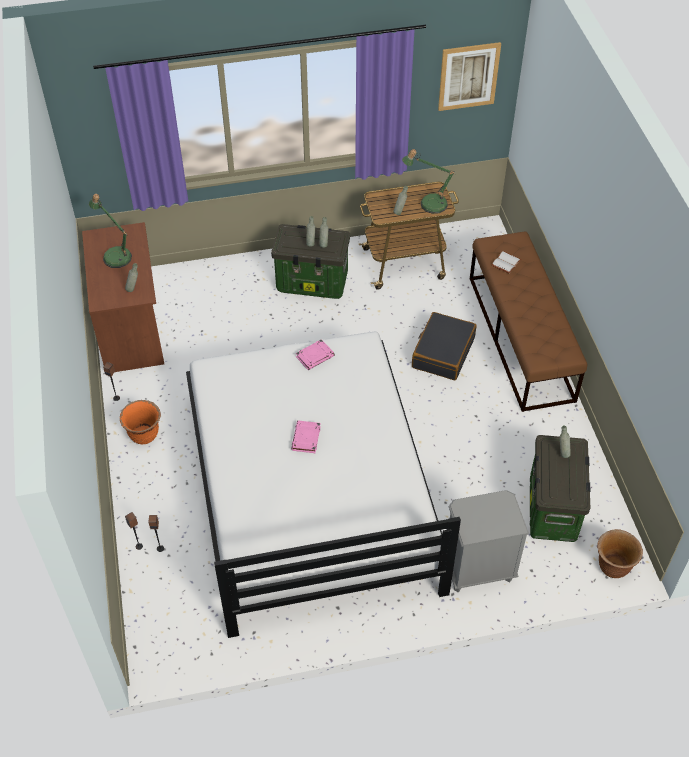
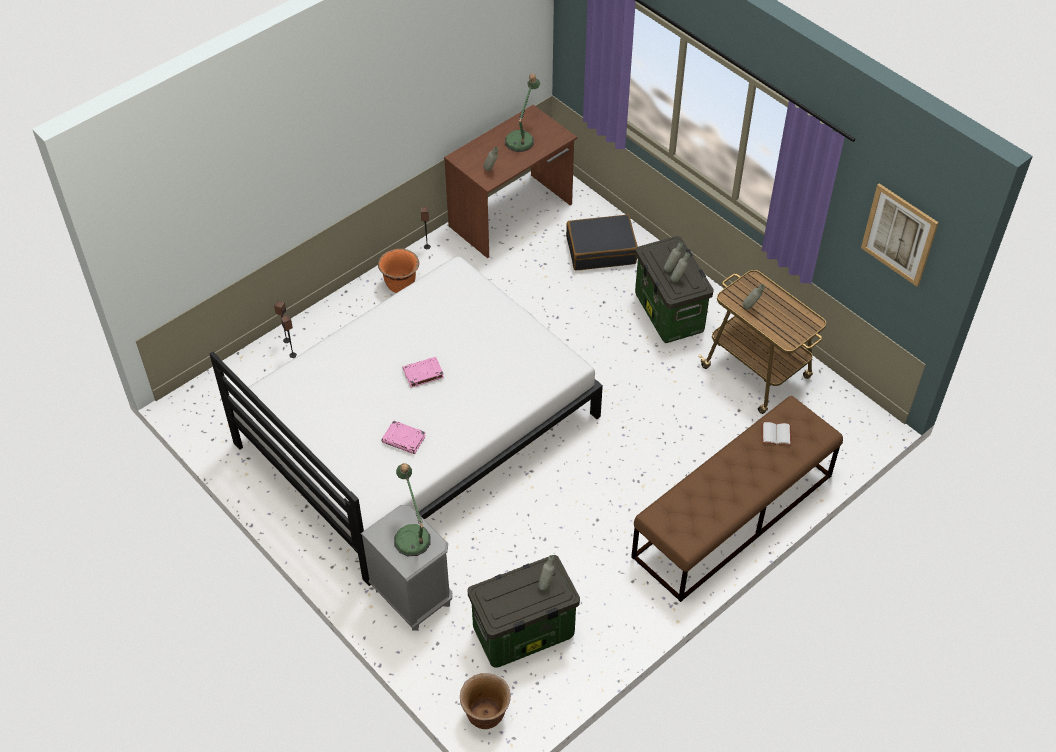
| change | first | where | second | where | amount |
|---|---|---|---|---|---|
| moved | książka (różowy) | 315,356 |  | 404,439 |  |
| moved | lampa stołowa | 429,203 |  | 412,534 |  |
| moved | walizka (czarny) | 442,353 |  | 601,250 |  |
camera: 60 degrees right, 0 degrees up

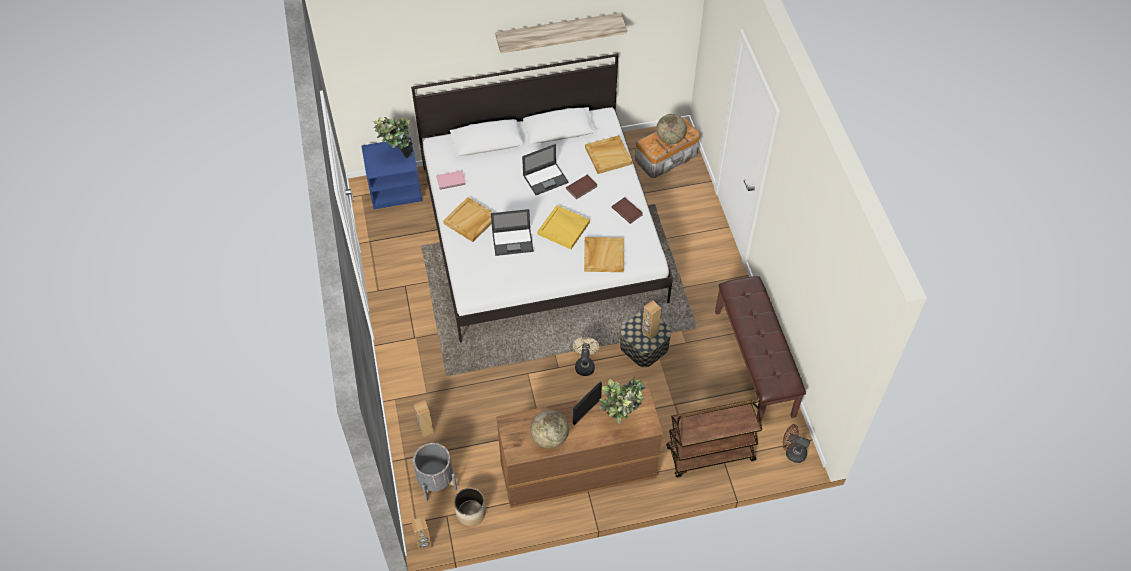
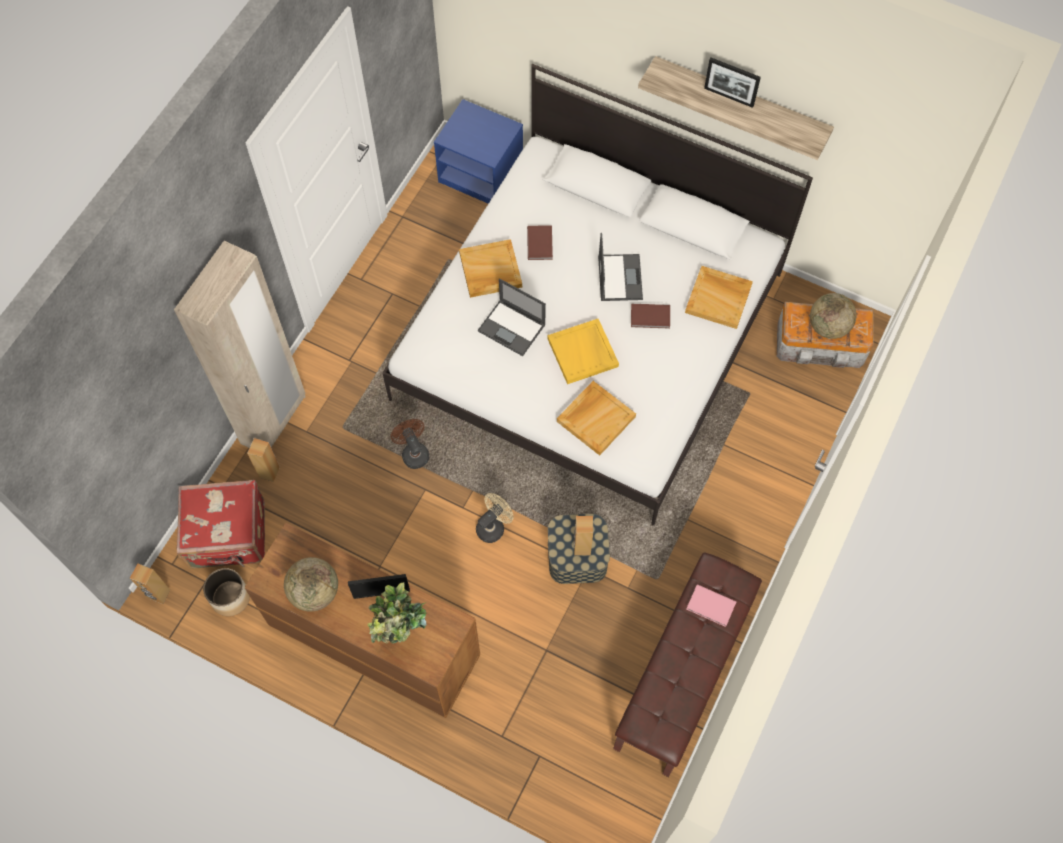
| change | first | where | second | where | amount |
|---|---|---|---|---|---|
| removed | roślina doniczkowa | 399,159 |  |  |  |
| replaced | donica (szary) | 436,481 | walizka (czerwony) | 229,536 |  |
| moved | książka (różowy) | 451,181 |  | 711,607 |  |
| turned | laptop | 546,178 |  | 619,277 | 105 degrees counterclockwise |
| moved | książka (brązowy) | 627,210 |  | 540,243 |  |
| removed | wózek (brązowy) | 709,455 |  |  |  |
| moved | wentylator (brązowy) | 792,452 |  | 413,452 |  |
| added |  |  | szafa (beżowy) | 274,420 |  |
| added |  |  | ramka na zdjęcie | 728,97 |  |
camera: 40 degrees right, 10 degrees up

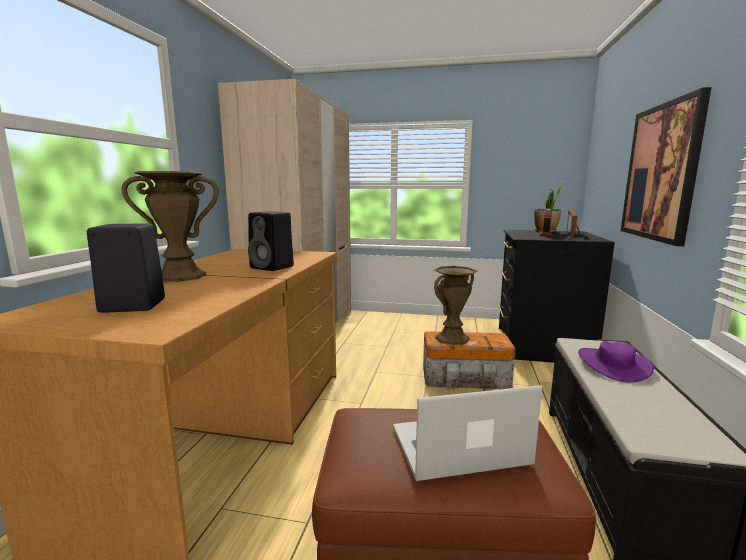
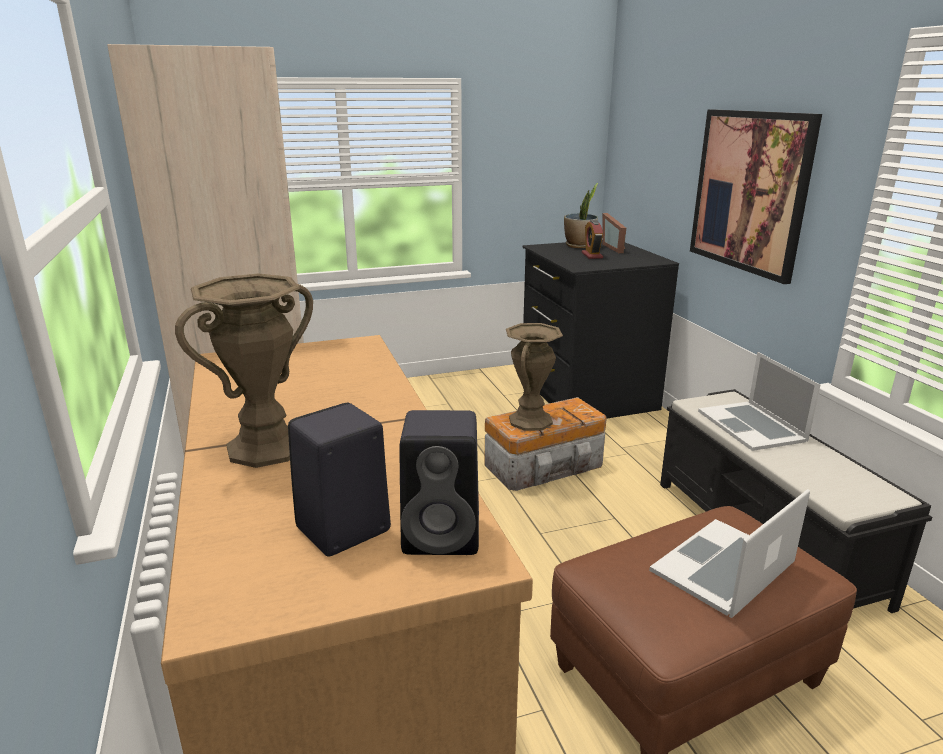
| change | first | where | second | where | amount |
|---|---|---|---|---|---|
| moved | głośnik (czarny) | 273,267 |  | 444,534 |  |
| replaced | kapelusz (fioletowy) | 613,365 | laptop | 751,426 |  |
camera: 30 degrees left, 10 degrees up

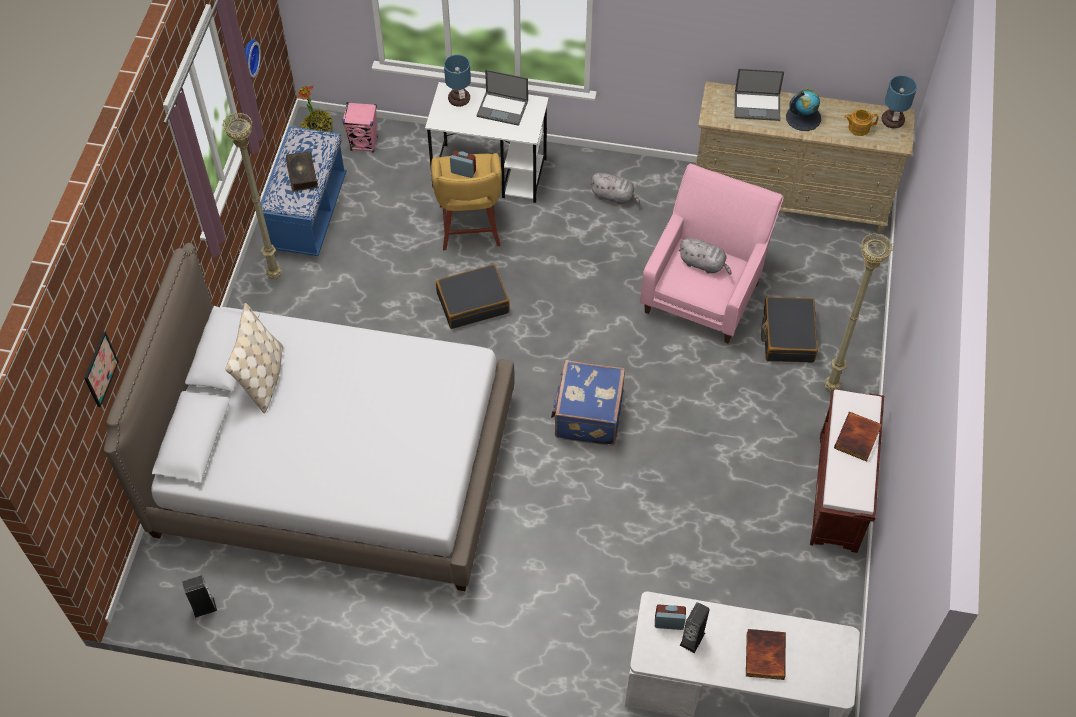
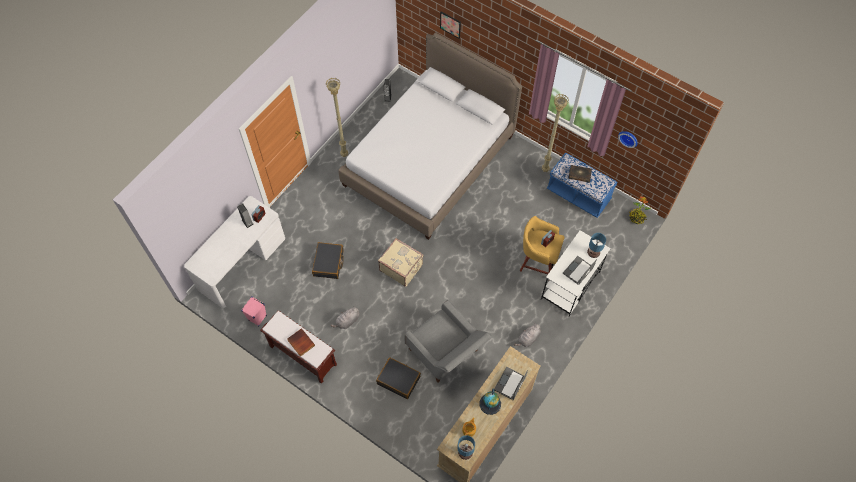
| change | first | where | second | where | amount |
|---|---|---|---|---|---|
| removed | poduszka (beżowy) | 263,378 |  |  |  |
| moved | głośnik (różowy) | 364,144 |  | 257,318 |  |
| moved | walizka (czarny) | 473,302 |  | 328,263 |  |
| recoloured | walizka (niebieski) | 587,415 | walizka (beżowy) | 401,267 |  |
| recoloured | fotel (różowy) | 704,290 | fotel (szary) | 446,353 |  |
| moved | pluszak (szary) | 704,264 |  | 347,321 |  |
| removed | książka | 764,655 |  |  |  |
| moved | lampa stojąca (beżowy) | 832,388 |  | 344,155 |  |
camera: 115 degrees right, 5 degrees up

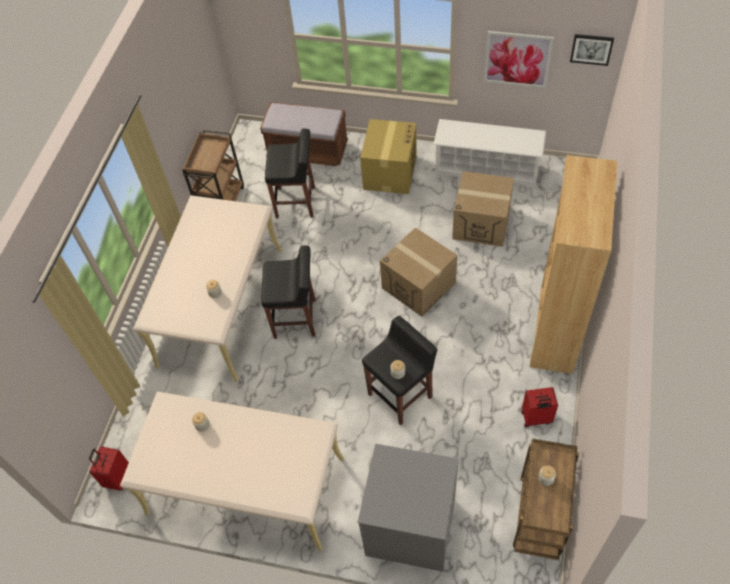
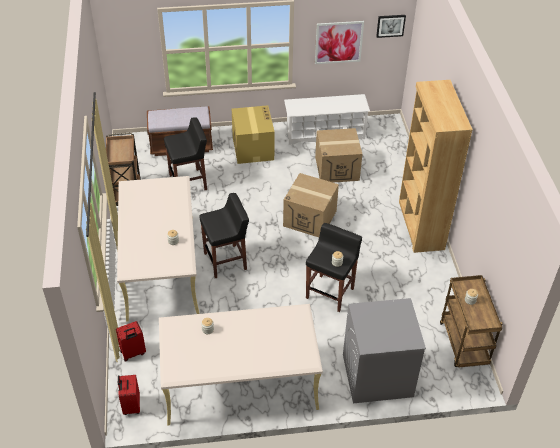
| change | first | where | second | where | amount |
|---|---|---|---|---|---|
| moved | walizka (czerwony) | 536,418 |  | 133,353 |  |
camera: 25 degrees left, 10 degrees down

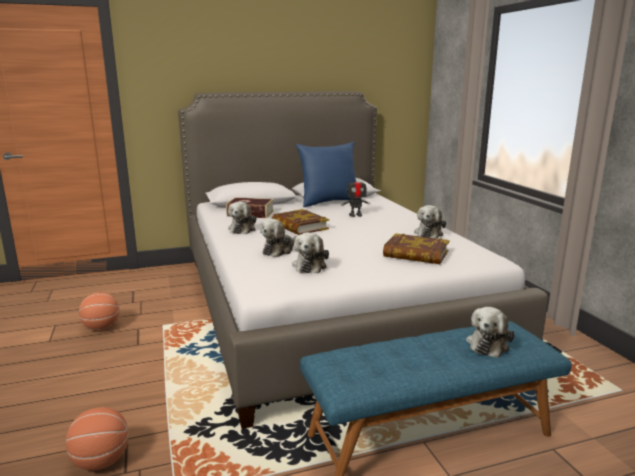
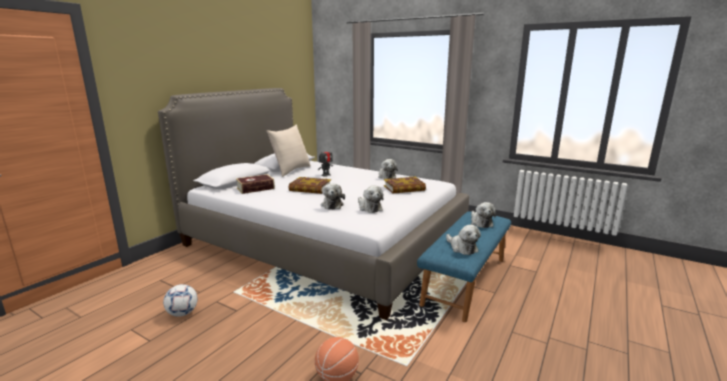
| change | first | where | second | where | amount |
|---|---|---|---|---|---|
| replaced | piłka do koszykówki | 101,328 | piłka futbolowa | 182,313 |  |
| moved | pluszak | 243,229 |  | 462,248 |  |
| recoloured | poduszka (niebieski) | 329,202 | poduszka (beżowy) | 291,170 |  |
camera: 40 degrees left, 0 degrees up

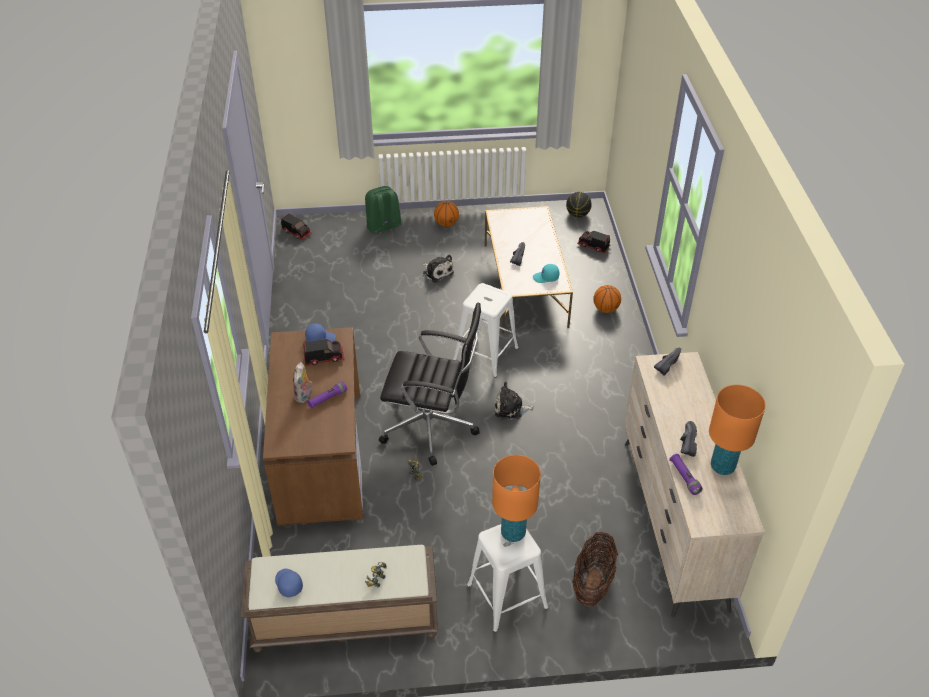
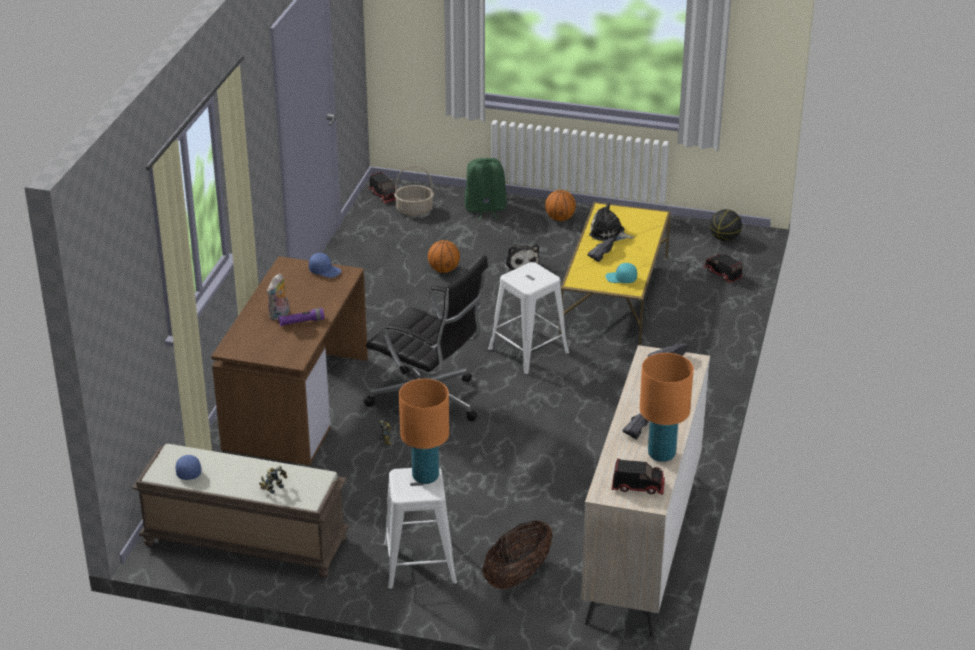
| change | first | where | second | where | amount |
|---|---|---|---|---|---|
| moved | ciężarówka zabawkowa | 324,357 |  | 638,486 |  |
| recoloured | ława (biały) | 525,285 | ława (żółty) | 615,295 |  |
| moved | pluszak | 511,408 |  | 609,234 |  |
| moved | piłka do koszykówki | 606,309 |  | 444,270 |  |
| removed | latarka (fioletowy) | 684,477 |  |  |  |
| added |  |  | koszyk | 414,210 |  |
camera: 20 degrees right, 10 degrees down

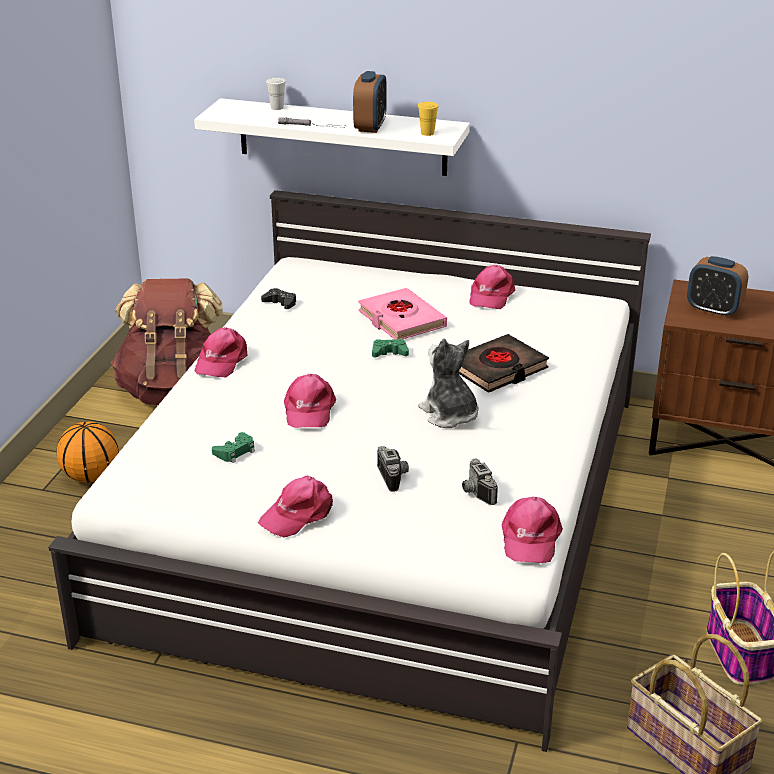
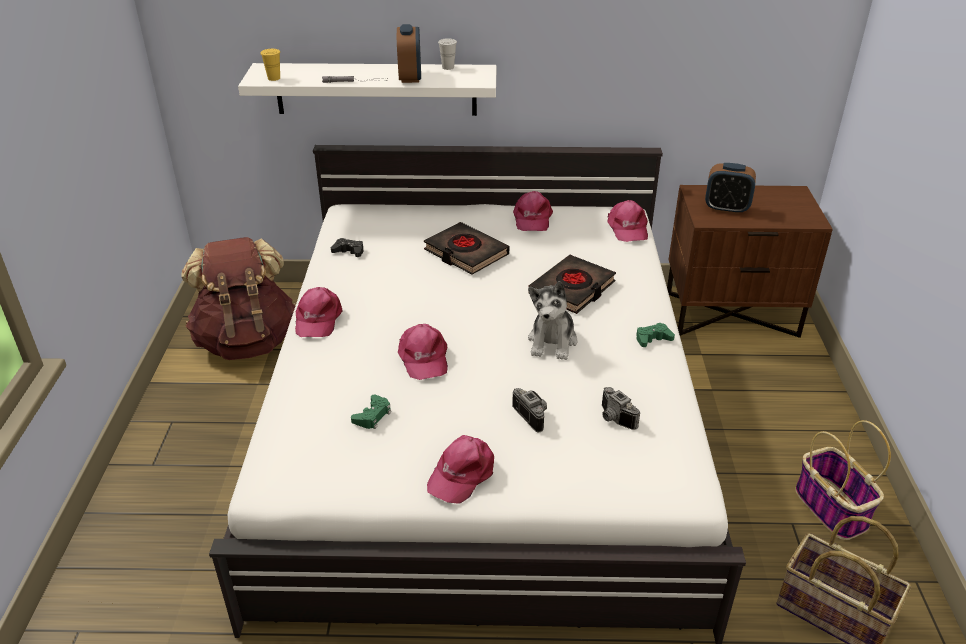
| change | first | where | second | where | amount |
|---|---|---|---|---|---|
| removed | piłka do koszykówki | 91,476 |  |  |  |
| moved | filiżanka (biały) | 277,108 |  | 448,67 |  |
| recoloured | książka (różowy) | 401,320 | książka (czarny) | 466,253 |  |
| moved | pad do gier (zielony) | 389,353 |  | 652,339 |  |
| moved | filiżanka (żółty) | 427,133 |  | 274,78 |  |
| turned | pluszak | 449,415 |  | 552,341 | 120 degrees counterclockwise |
| moved | czapka z daszkiem (różowy) | 530,538 |  | 627,228 |  |
camera: 15 degrees left, 5 degrees up

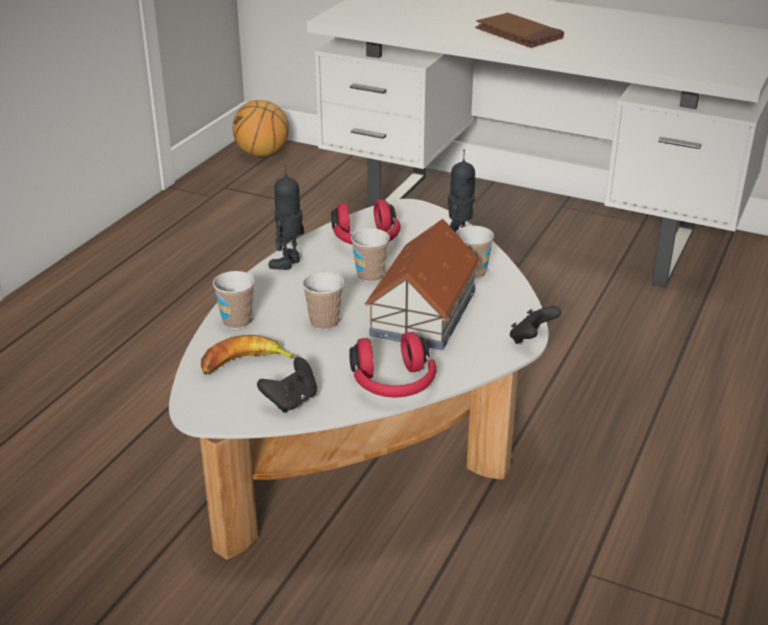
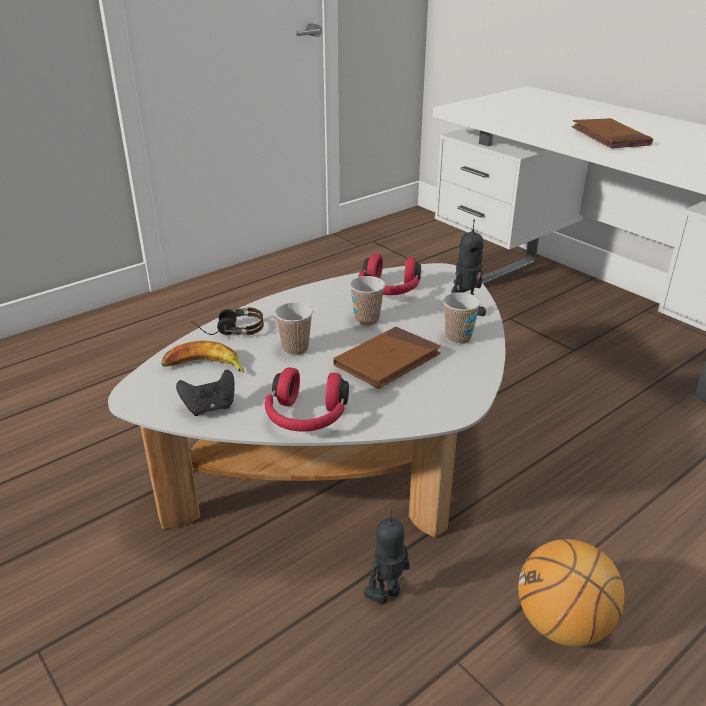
| change | first | where | second | where | amount |
|---|---|---|---|---|---|
| replaced | filiżanka | 237,321 | słuchawki | 229,331 |  |
| moved | piłka do koszykówki | 262,154 |  | 562,624 |  |
| moved | robot zabawkowy | 289,263 |  | 386,594 |  |
| replaced | domek | 425,312 | książka (brązowy) | 387,361 |  |
| removed | pad do gier (czarny) | 531,339 |  |  |  |
camera: 25 degrees right, 0 degrees up

